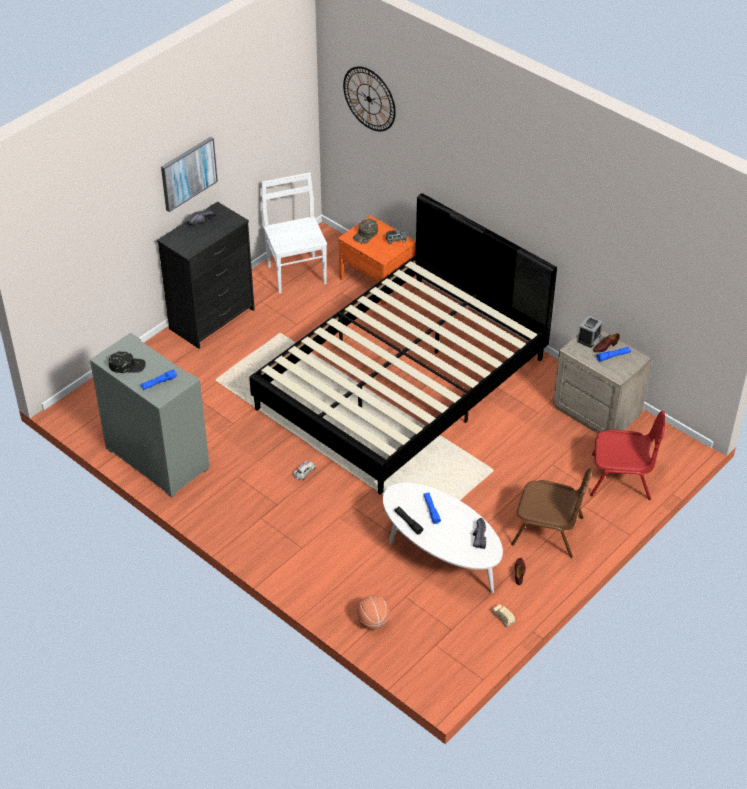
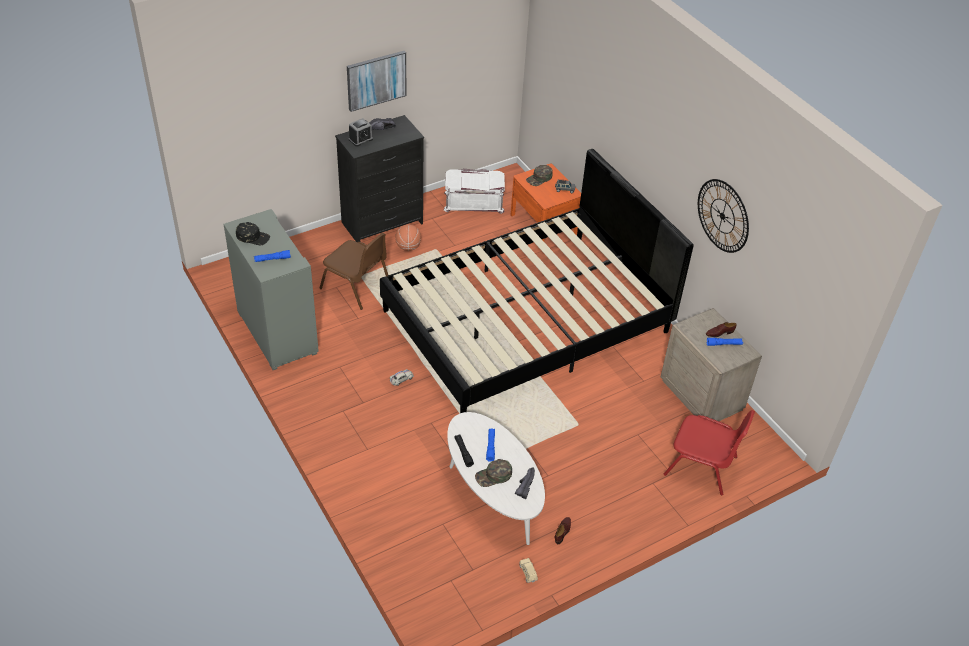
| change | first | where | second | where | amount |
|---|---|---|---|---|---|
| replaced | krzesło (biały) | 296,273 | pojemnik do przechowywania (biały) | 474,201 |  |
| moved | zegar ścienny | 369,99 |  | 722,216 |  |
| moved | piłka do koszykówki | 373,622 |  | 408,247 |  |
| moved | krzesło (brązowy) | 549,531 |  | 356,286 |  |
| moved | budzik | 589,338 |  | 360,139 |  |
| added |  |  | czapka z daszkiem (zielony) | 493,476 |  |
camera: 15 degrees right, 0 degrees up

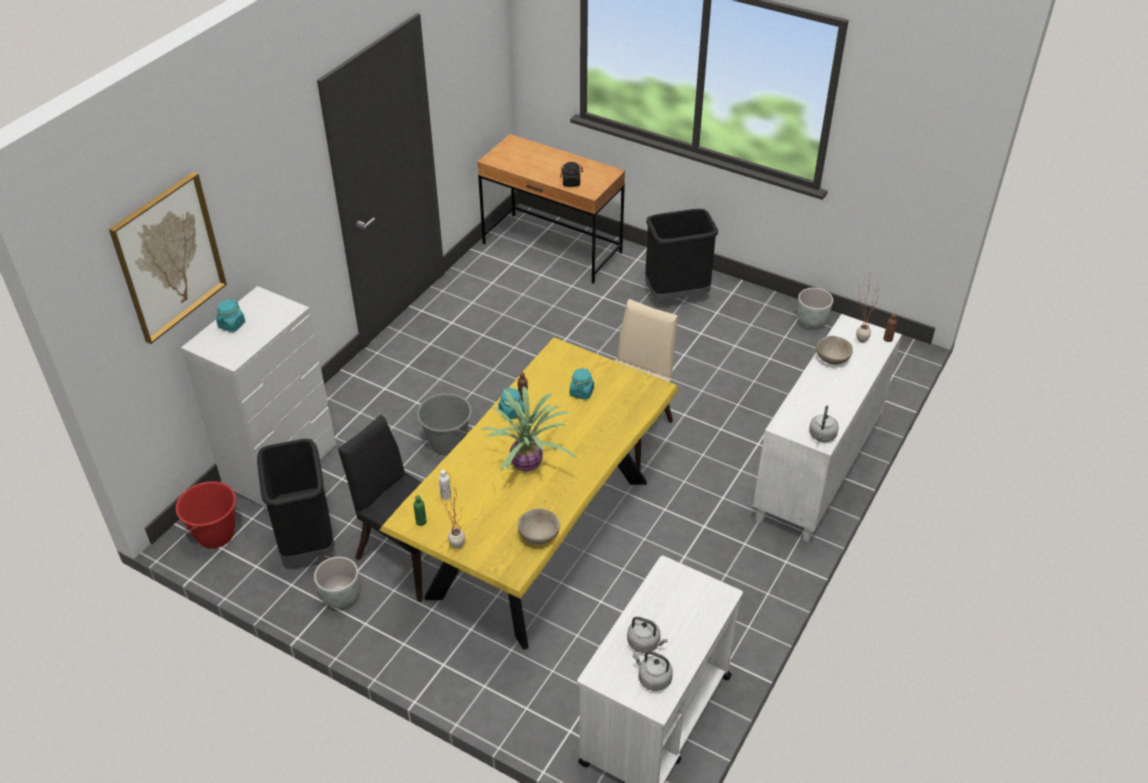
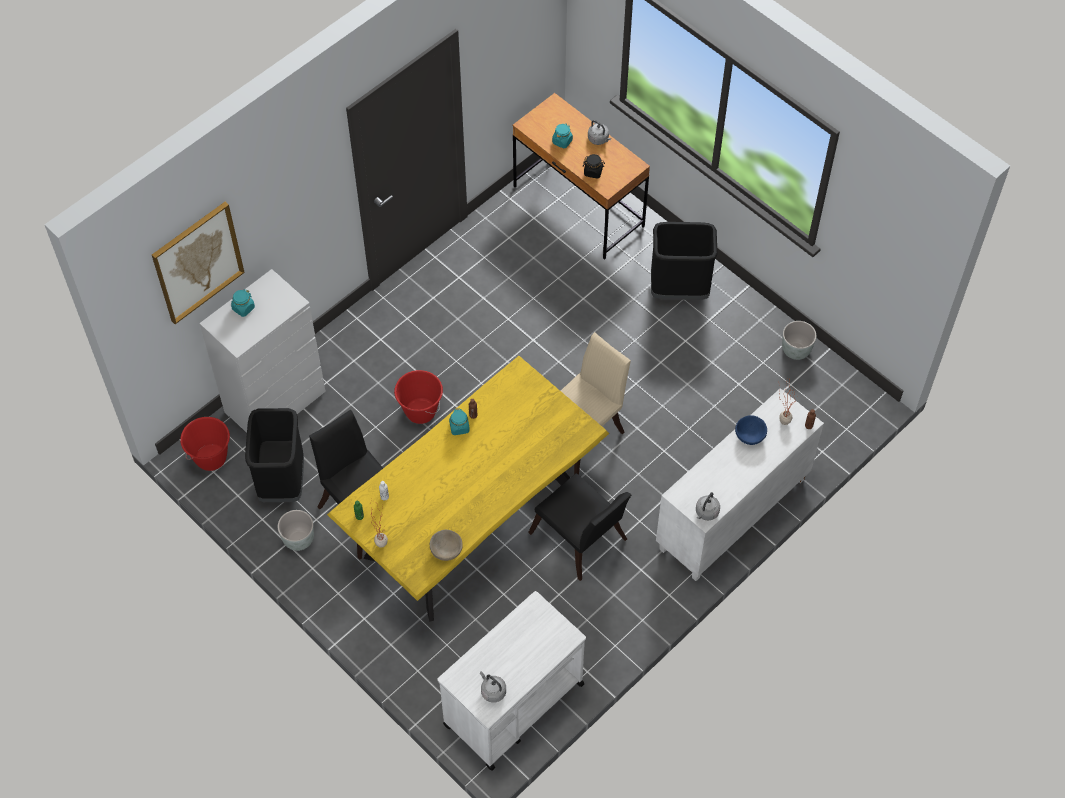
| change | first | where | second | where | amount |
|---|---|---|---|---|---|
| recoloured | wiadro (szary) | 447,444 | wiadro (czerwony) | 420,411 |  |
| removed | roślina doniczkowa | 527,465 |  |  |  |
| moved | słoik (turkusowy) | 581,392 |  | 562,141 |  |
| moved | czajnik (szary) | 645,643 |  | 599,139 |  |
| recoloured | miska (beżowy) | 832,359 | miska (niebieski) | 750,436 |  |
| added |  |  | krzesło (czarny) | 581,541 |  |
camera: 15 degrees right, 15 degrees up

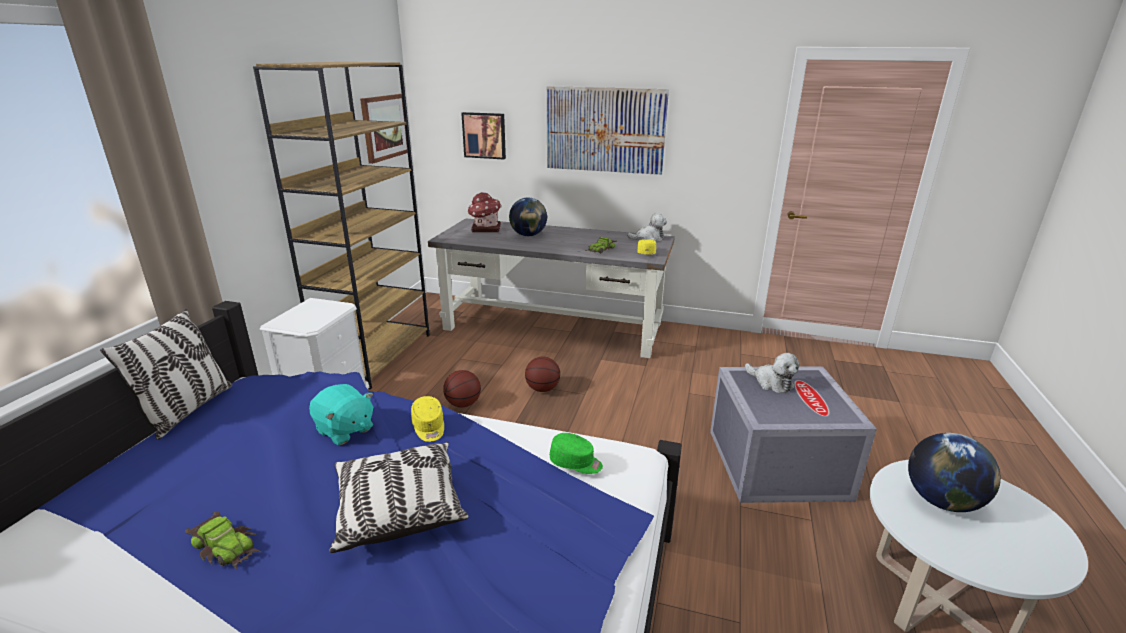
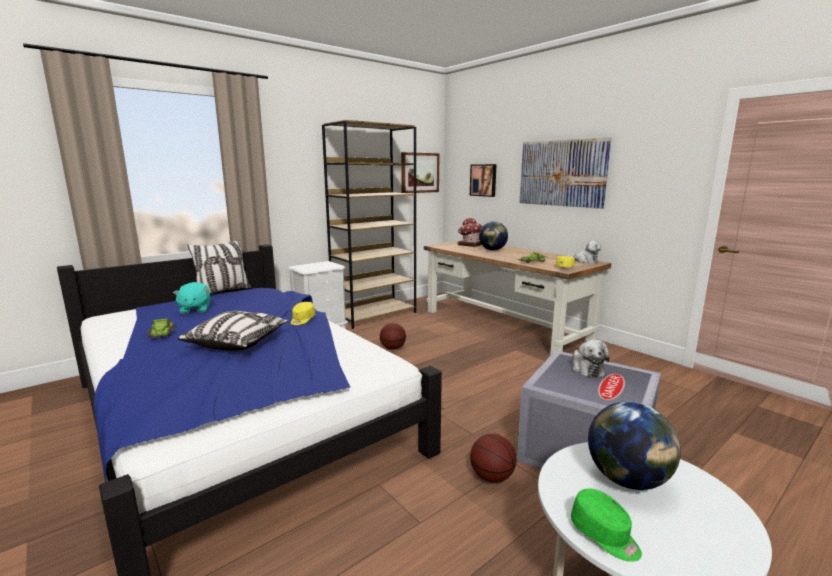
| change | first | where | second | where | amount |
|---|---|---|---|---|---|
| moved | pluszak (turkusowy) | 344,430 |  | 194,310 |  |
| recoloured | biurko (szary) | 554,326 | biurko (brązowy) | 504,325 |  |
| moved | piłka do koszykówki | 542,389 |  | 492,477 |  |
| moved | czapka z daszkiem (zielony) | 576,463 |  | 605,535 |  |
camera: 35 degrees right, 10 degrees down

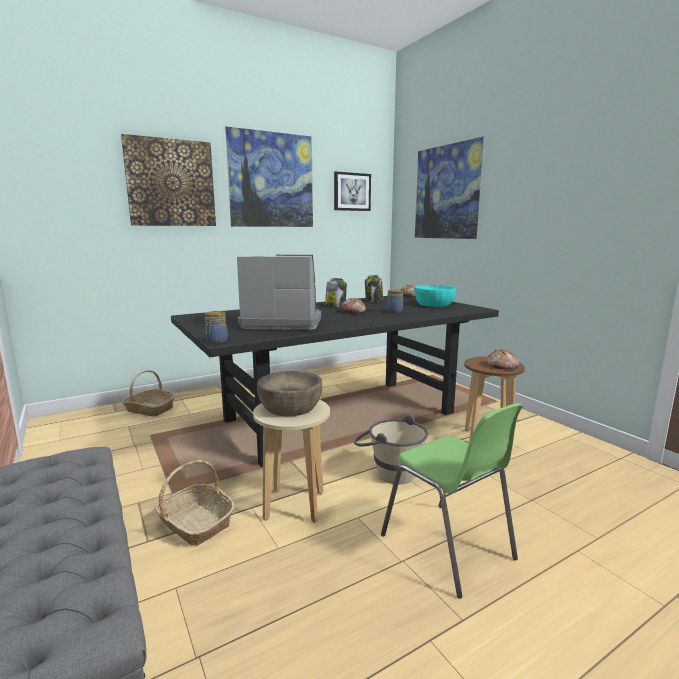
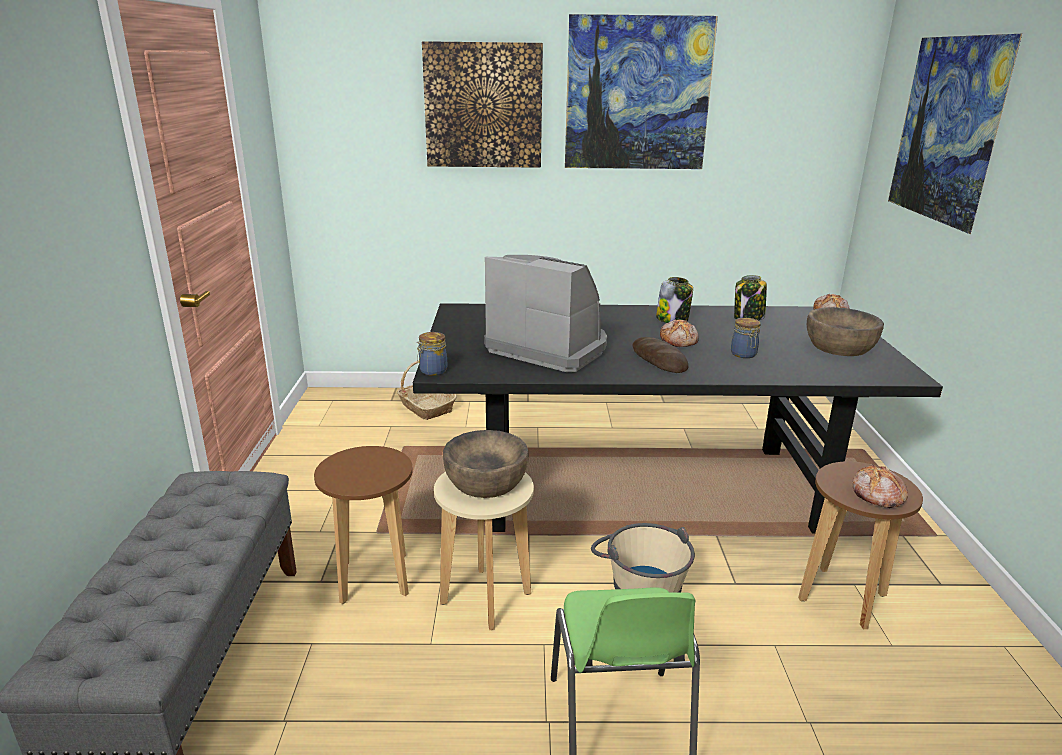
| change | first | where | second | where | amount |
|---|---|---|---|---|---|
| replaced | koszyk | 195,523 | stołek (brązowy) | 374,578 |  |
| removed | obraz | 352,192 |  |  |  |
| recoloured | miska (turkusowy) | 434,304 | miska (brązowy) | 839,346 |  |
| added |  |  | chleb | 658,360 |  |
camera: 30 degrees right, 10 degrees up

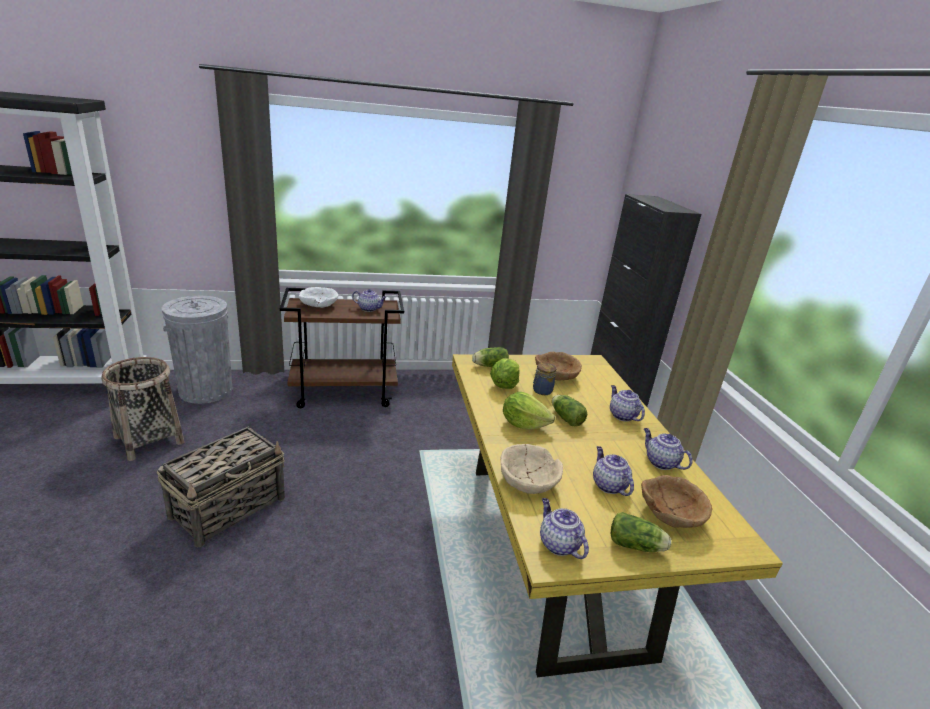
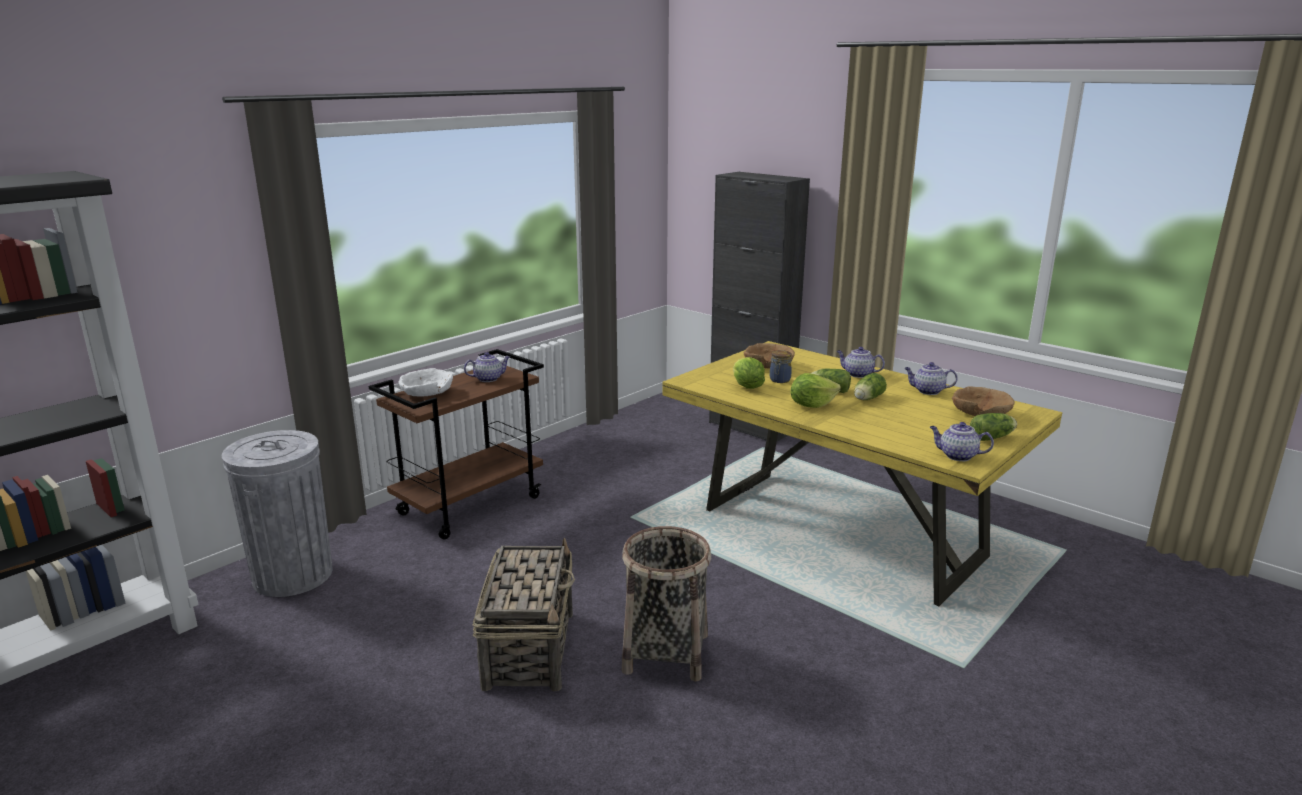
| change | first | where | second | where | amount |
|---|---|---|---|---|---|
| moved | koszyk | 149,440 |  | 665,653 |  |
| moved | sałata | 489,366 |  | 867,399 |  |
| removed | miska (beżowy) | 527,481 |  |  |  |
| removed | imbryk | 608,485 |  |  |  |
camera: 35 degrees left, 5 degrees down

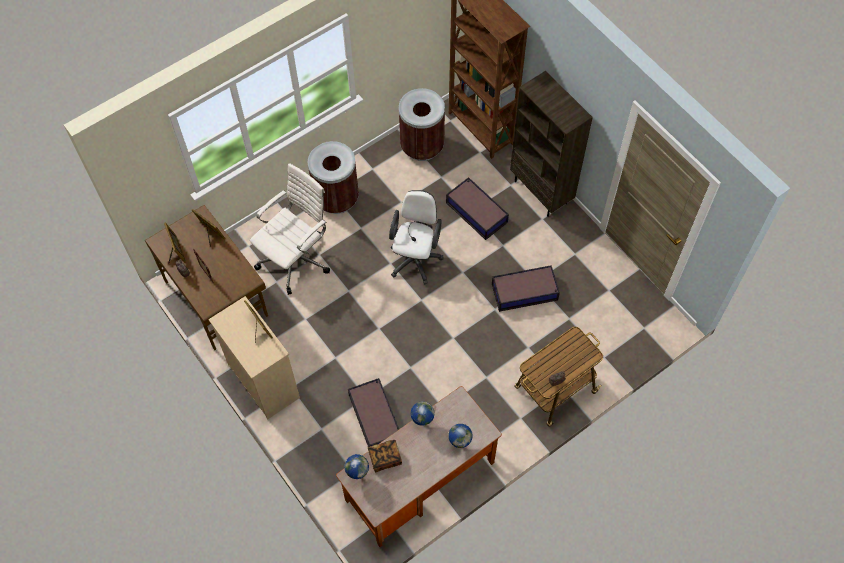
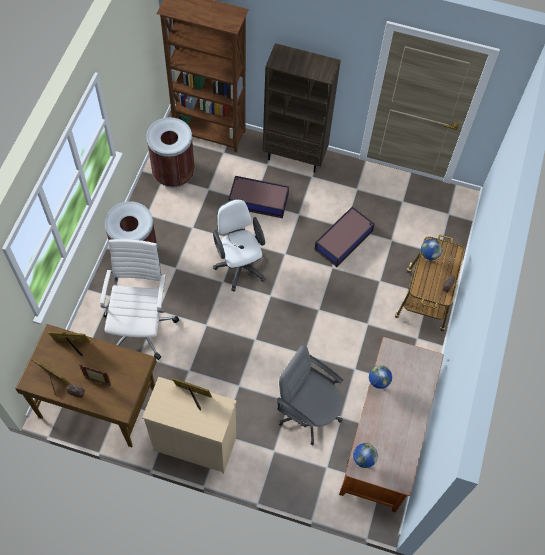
| change | first | where | second | where | amount |
|---|---|---|---|---|---|
| replaced | pojemnik do przechowywania | 375,417 | krzesło biurowe (szary) | 308,412 |  |
| removed | książka | 385,458 |  |  |  |
| moved | globus | 460,443 |  | 427,259 |  |
camera: 40 degrees left, 0 degrees up

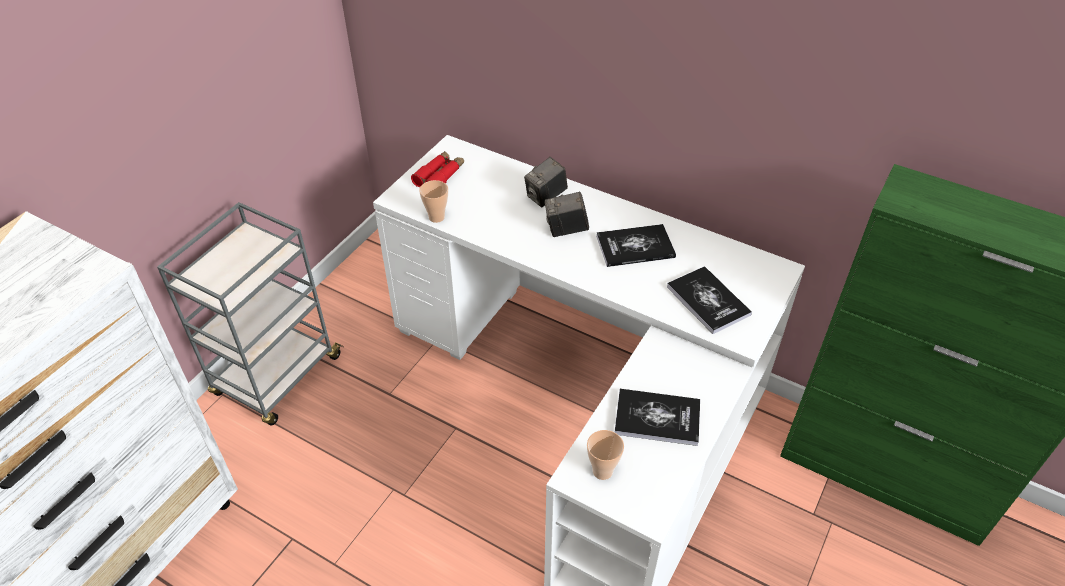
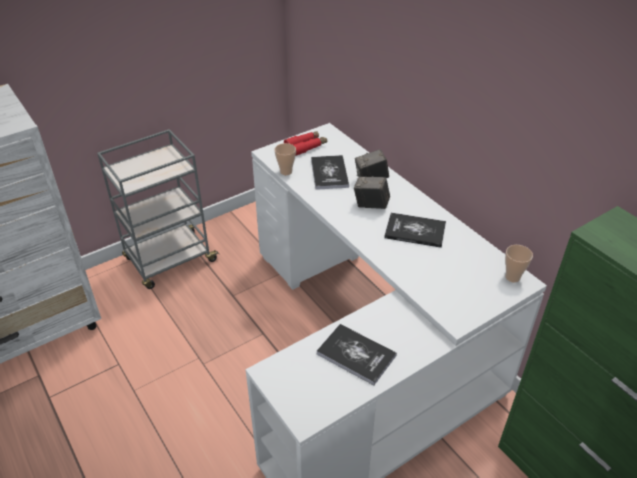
| change | first | where | second | where | amount |
|---|---|---|---|---|---|
| moved | filiżanka | 602,471 |  | 512,277 |  |
| moved | książka | 708,301 |  | 329,173 |  |
camera: 25 degrees right, 5 degrees down

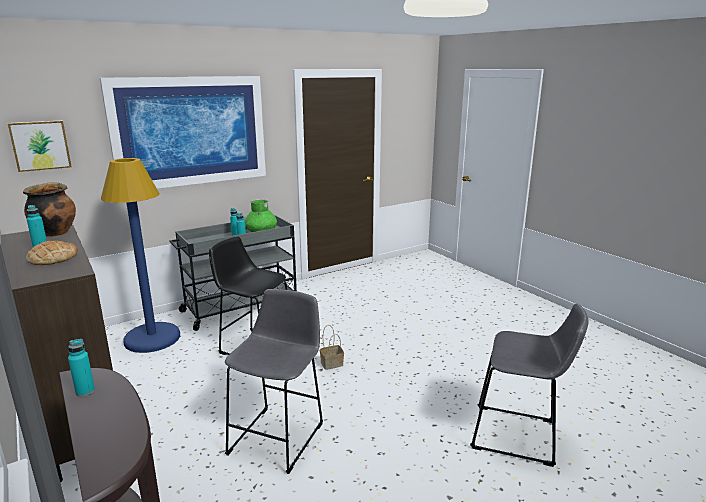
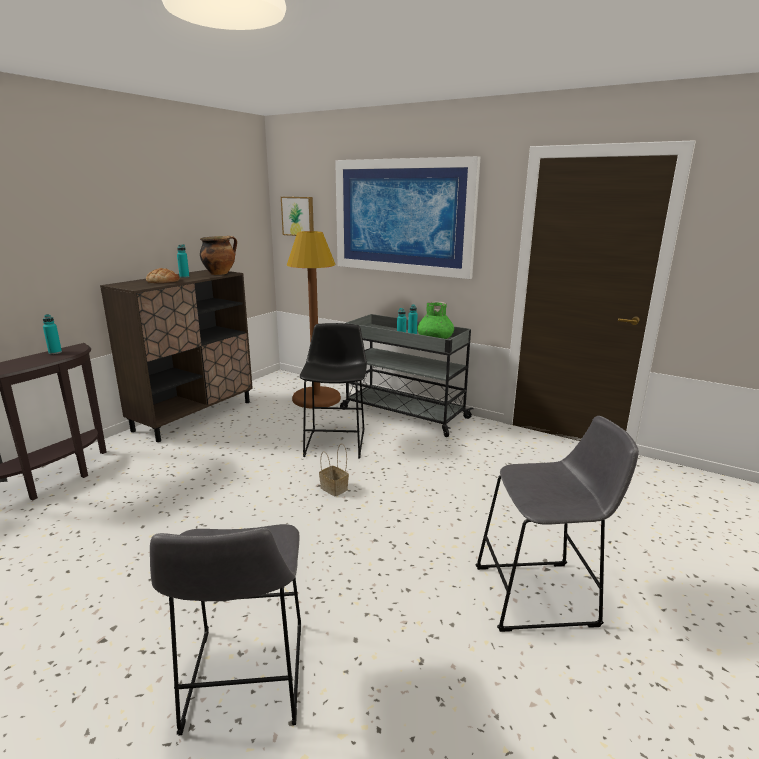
| change | first | where | second | where | amount |
|---|---|---|---|---|---|
| recoloured | lampa stojąca (niebieski) | 152,338 | lampa stojąca (brązowy) | 316,399 |  |
| moved | stołek (szary) | 280,435 |  | 542,596 |  |
camera: 65 degrees right, 0 degrees up

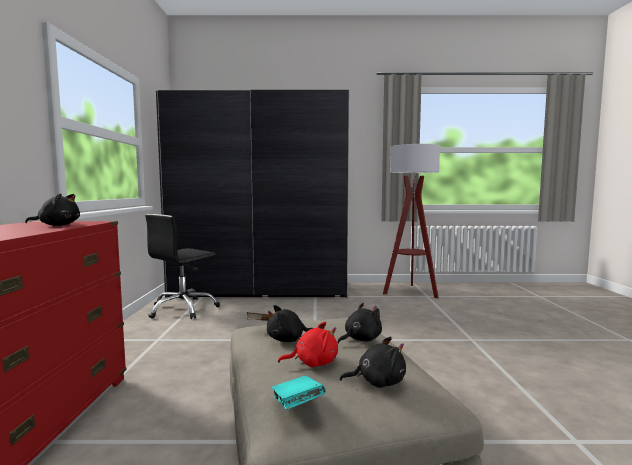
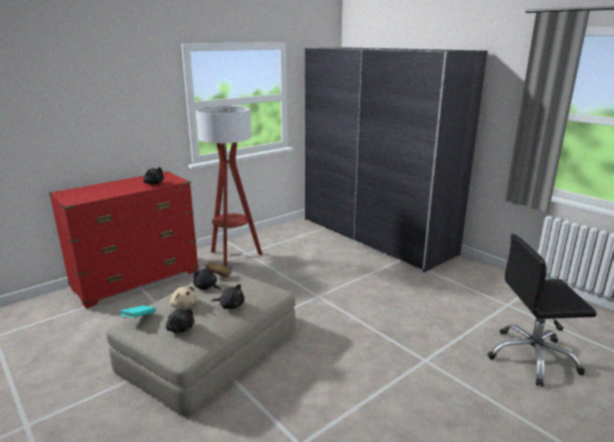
| change | first | where | second | where | amount |
|---|---|---|---|---|---|
| moved | krzesło biurowe (czarny) | 183,309 |  | 532,357 |  |
| recoloured | pluszak (czerwony) | 313,363 | pluszak (beżowy) | 183,305 |  |
| moved | lampa stojąca | 410,292 |  | 232,259 |  |
camera: 50 degrees right, 15 degrees up

